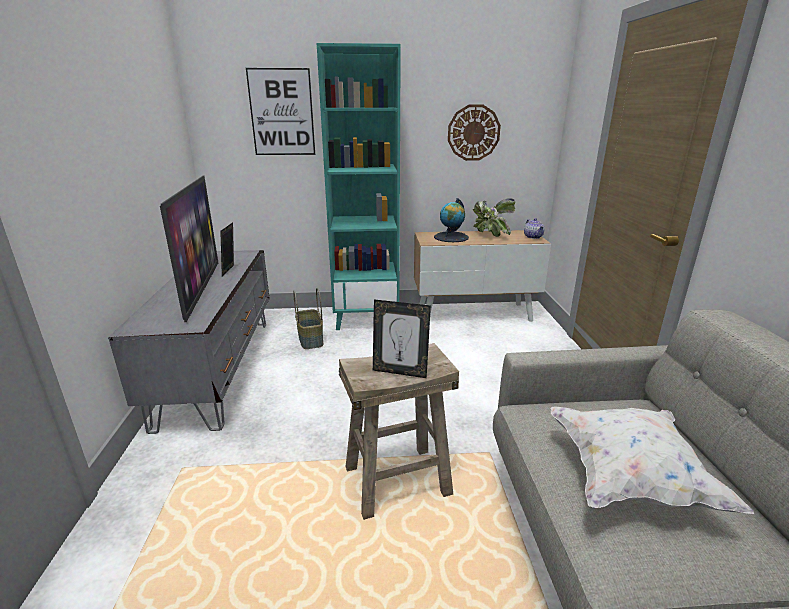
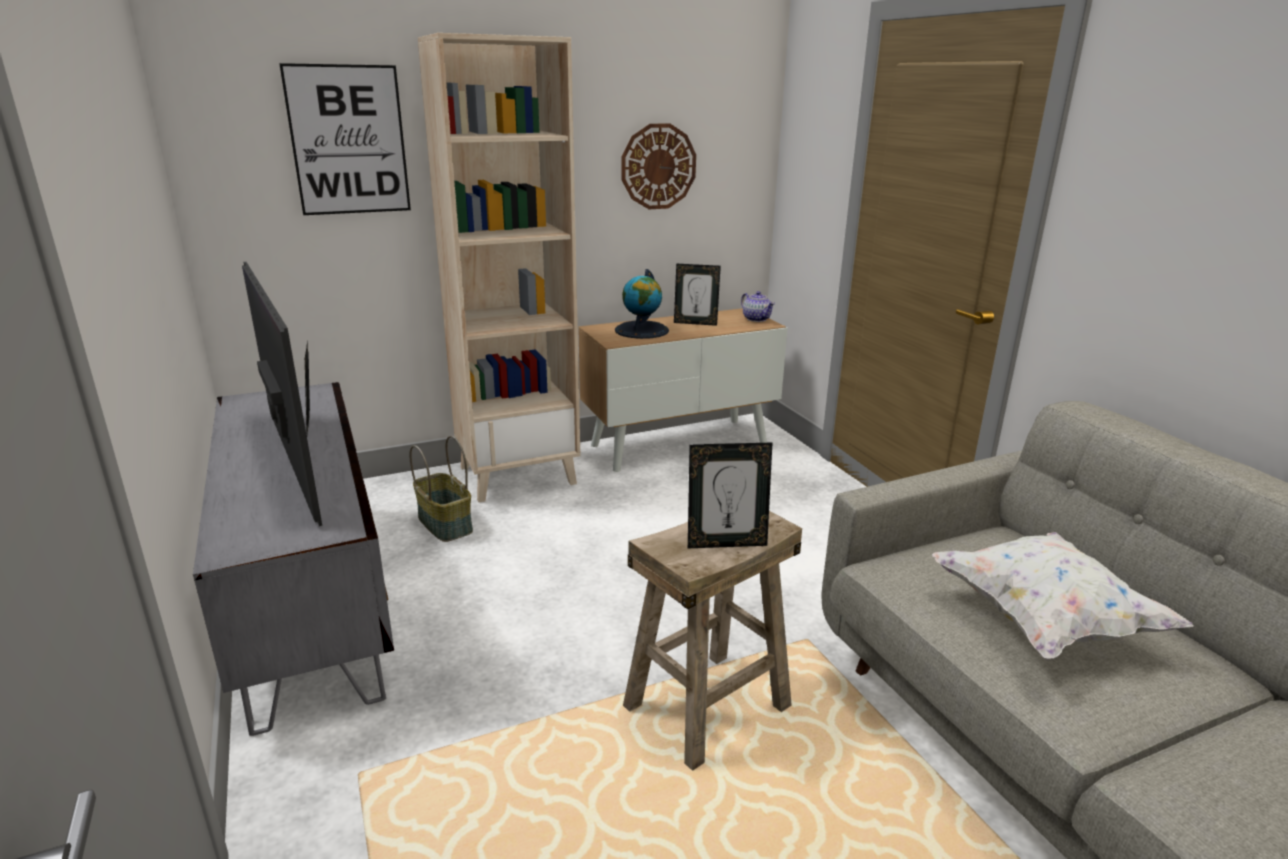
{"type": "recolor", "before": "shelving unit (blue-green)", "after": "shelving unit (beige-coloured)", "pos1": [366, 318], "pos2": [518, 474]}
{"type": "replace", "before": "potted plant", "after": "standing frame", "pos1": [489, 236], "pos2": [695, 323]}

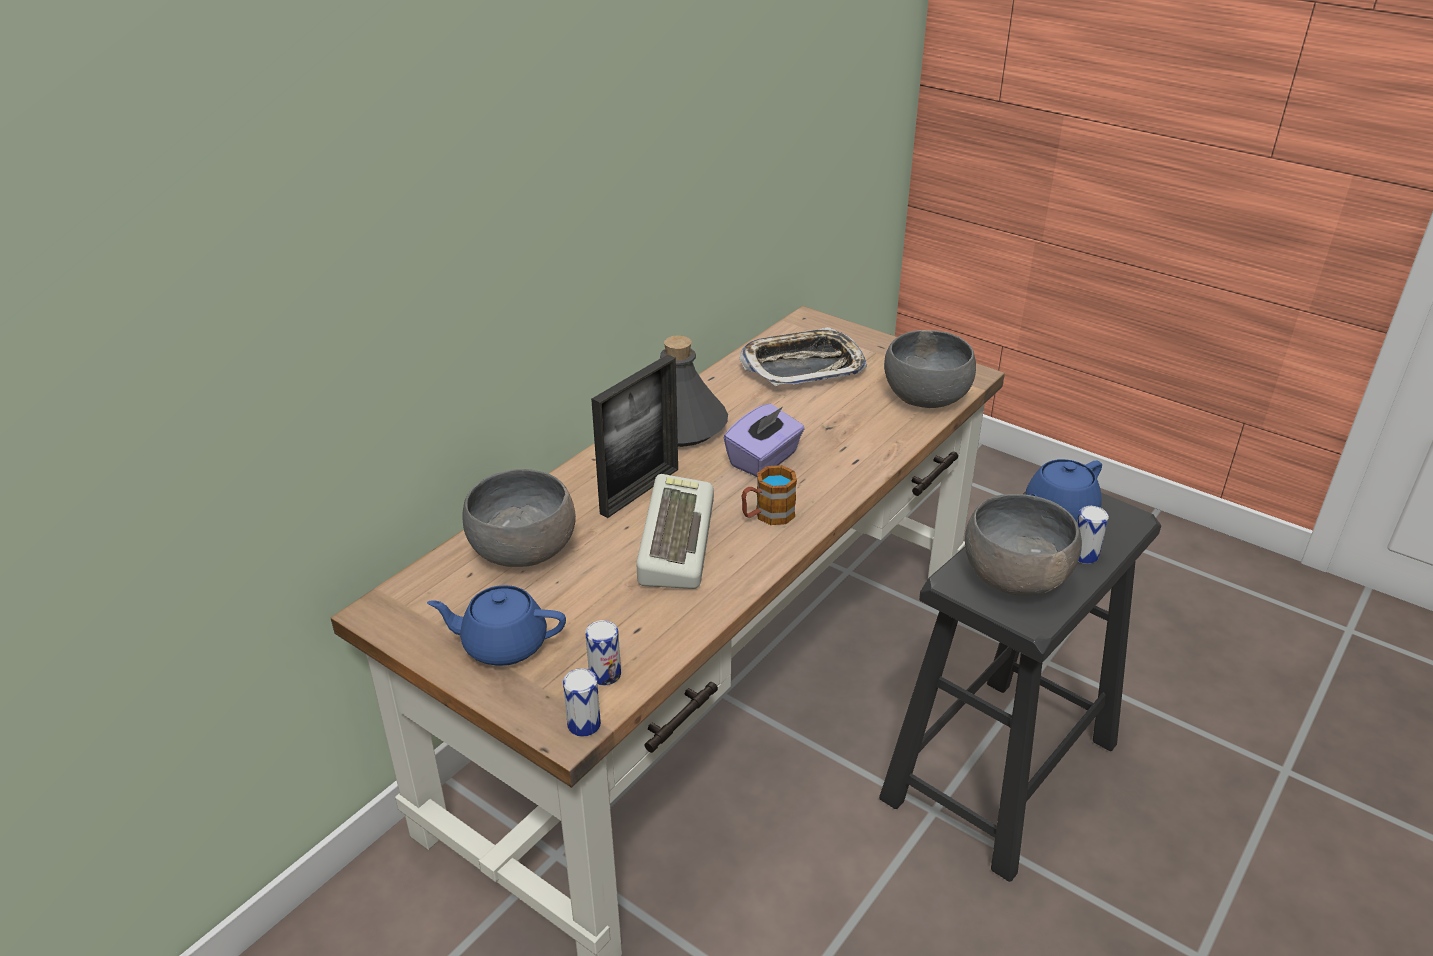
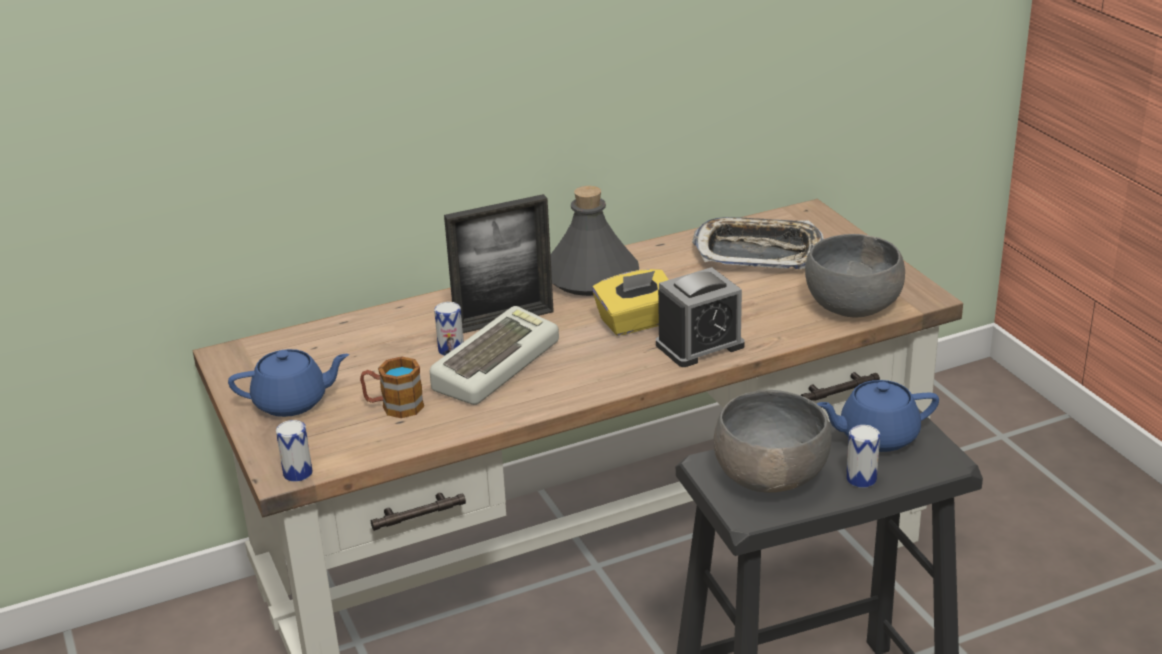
{"type": "rotate", "before": "pot for tea (bluish)", "pos1": [503, 644], "pos2": [292, 402], "turn": 135}
{"type": "delete", "before": "bowl (greyish)", "pos1": [523, 550]}
{"type": "move", "before": "sealed can", "pos1": [605, 674], "pos2": [451, 350]}
{"type": "recolor", "before": "tissue box (purple-coloured)", "after": "tissue box (yellow)", "pos1": [764, 460], "pos2": [637, 322]}
{"type": "move", "before": "mug", "pos1": [767, 515], "pos2": [394, 406]}
{"type": "insert", "after": "alarm clock", "pos2": [699, 345]}

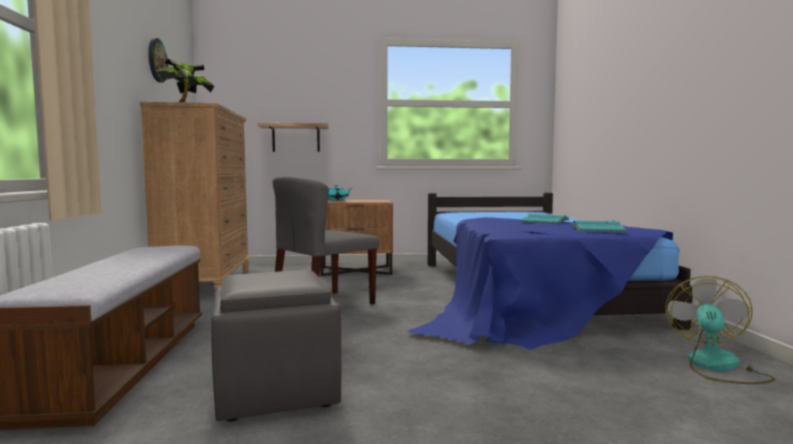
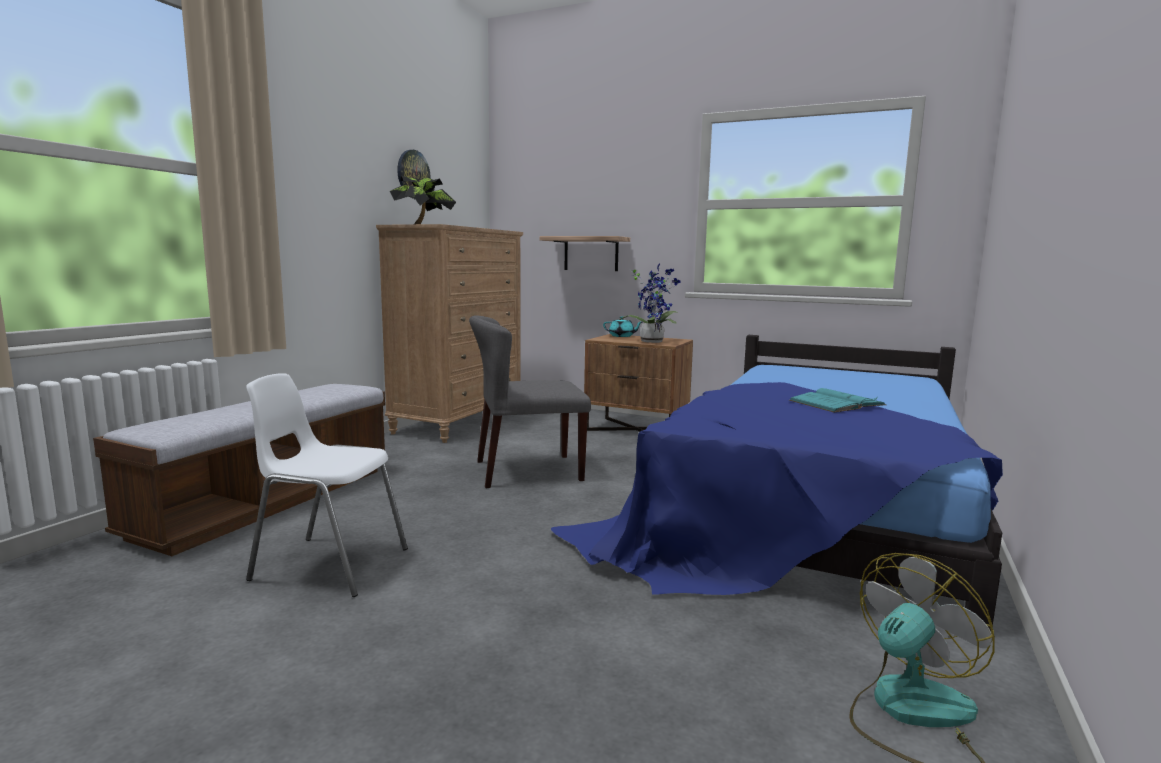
{"type": "replace", "before": "footrest (greyish)", "after": "plain chair (white)", "pos1": [274, 391], "pos2": [329, 564]}
{"type": "delete", "before": "book (blue-green)", "pos1": [597, 228]}
{"type": "insert", "after": "potted plant", "pos2": [653, 341]}

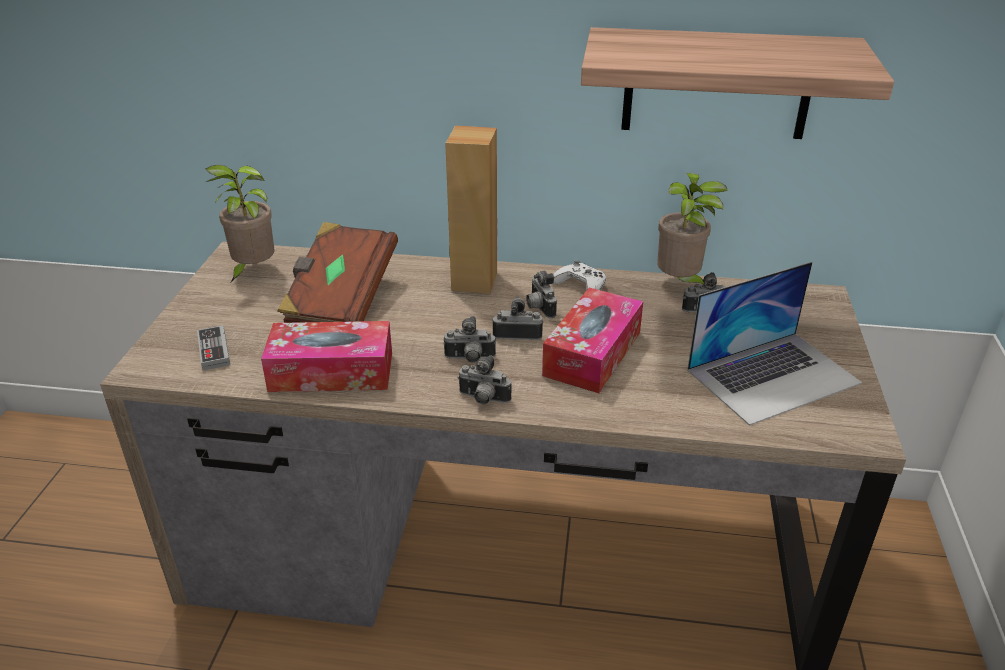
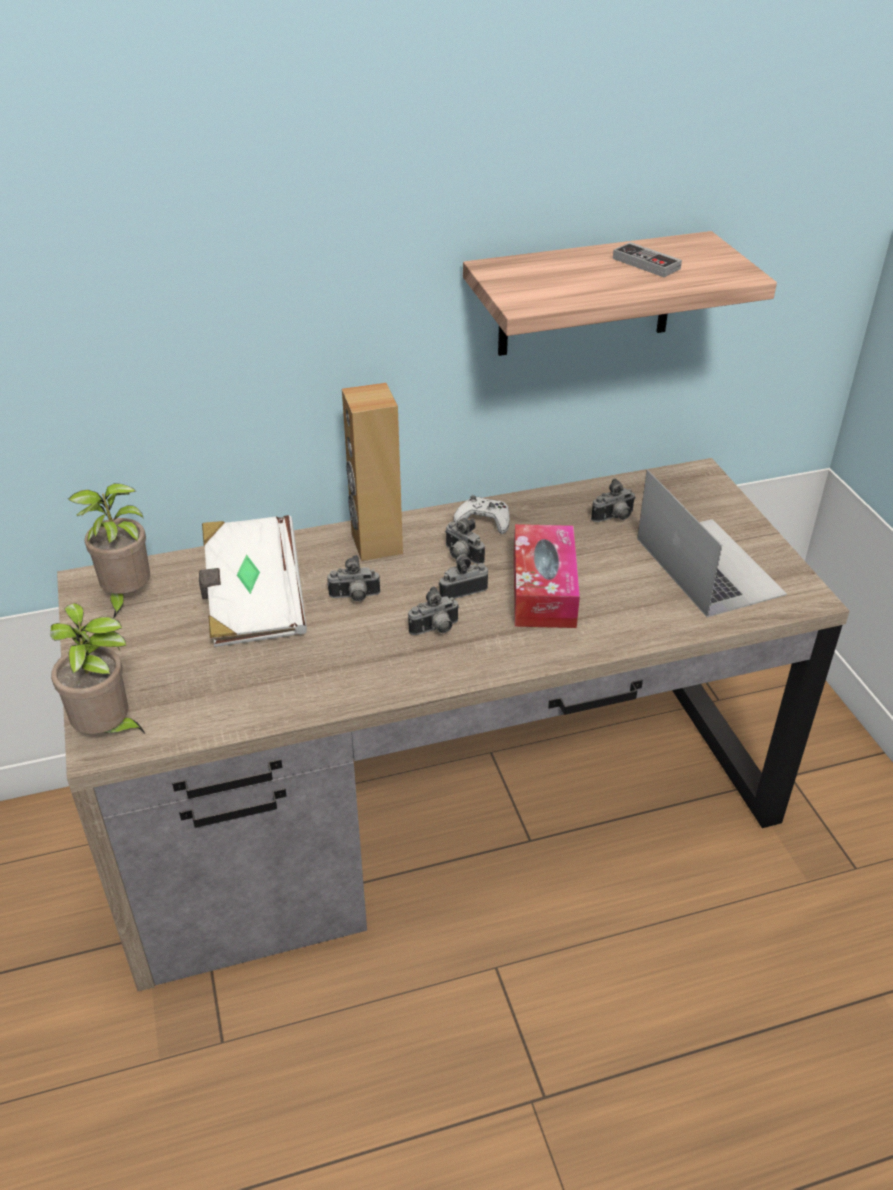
{"type": "move", "before": "game controller", "pos1": [214, 350], "pos2": [646, 264]}
{"type": "delete", "before": "tissue box", "pos1": [331, 372]}
{"type": "recolor", "before": "book (brownish)", "after": "book (white)", "pos1": [340, 298], "pos2": [253, 602]}
{"type": "move", "before": "photo camera", "pos1": [483, 399], "pos2": [354, 597]}
{"type": "move", "before": "potted plant", "pos1": [680, 283], "pos2": [108, 732]}
{"type": "rotate", "before": "notebook computer", "pos1": [773, 376], "pos2": [708, 565], "turn": -60}

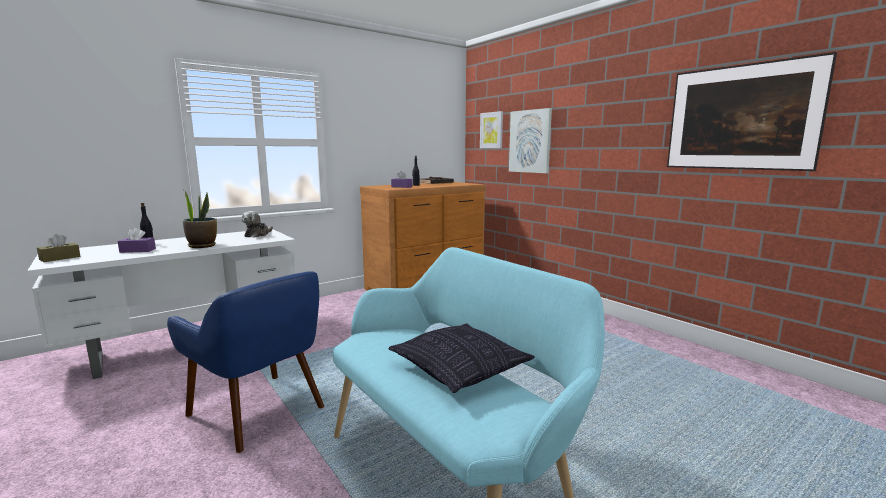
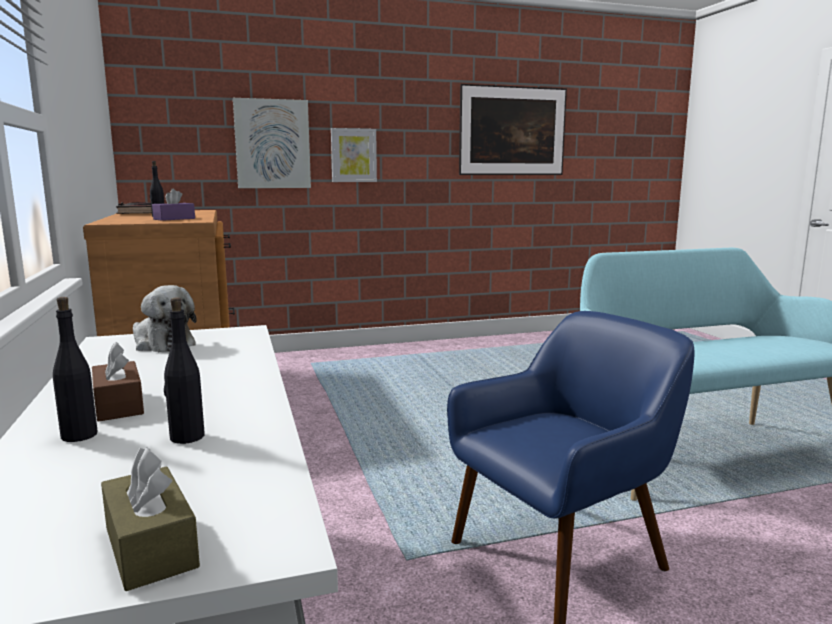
{"type": "replace", "before": "tissue box (purple-coloured)", "after": "drink bottle (black)", "pos1": [138, 250], "pos2": [186, 437]}
{"type": "delete", "before": "potted plant", "pos1": [202, 246]}
{"type": "delete", "before": "cushion", "pos1": [460, 371]}
{"type": "move", "before": "wall art", "pos1": [491, 130], "pos2": [353, 155]}
{"type": "insert", "after": "tissue box (brownish)", "pos2": [118, 405]}

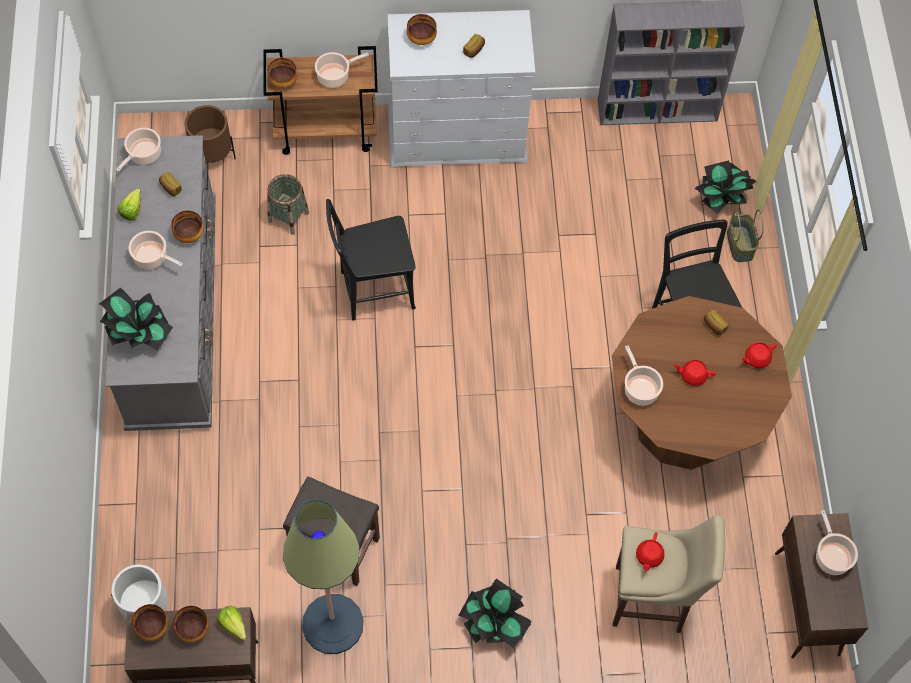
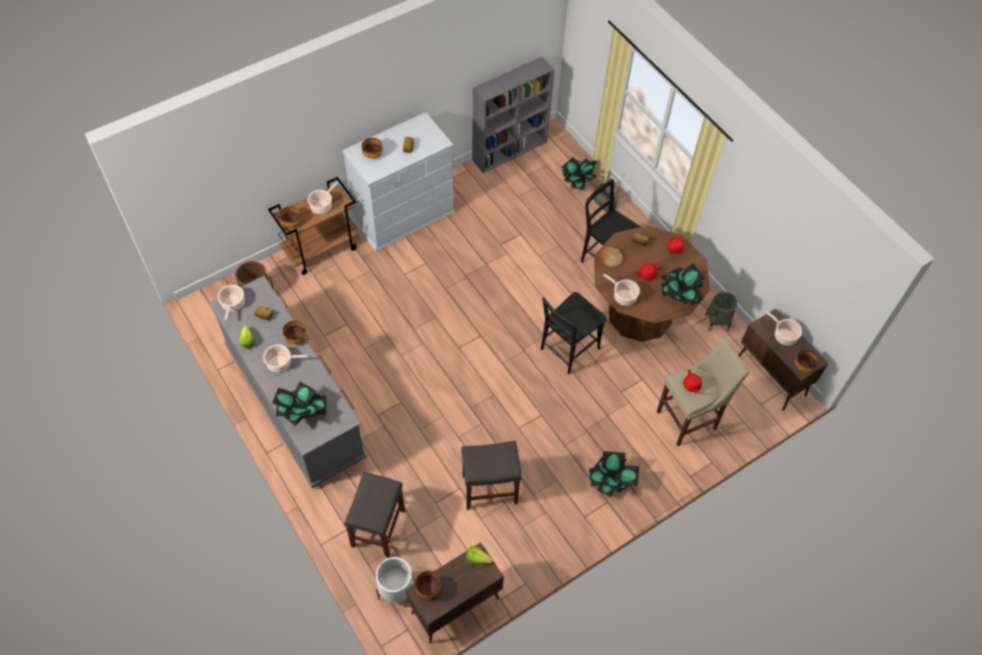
{"type": "move", "before": "bowl", "pos1": [193, 630], "pos2": [803, 367]}
{"type": "move", "before": "storage basket", "pos1": [288, 217], "pos2": [717, 322]}
{"type": "delete", "before": "standard lamp", "pos1": [332, 624]}
{"type": "move", "before": "plain chair (black)", "pos1": [372, 290], "pos2": [567, 350]}
{"type": "insert", "after": "stool (greyish)", "pos2": [378, 529]}
{"type": "insert", "after": "bakery bread", "pos2": [610, 258]}
{"type": "insert", "after": "potted plant", "pos2": [679, 295]}

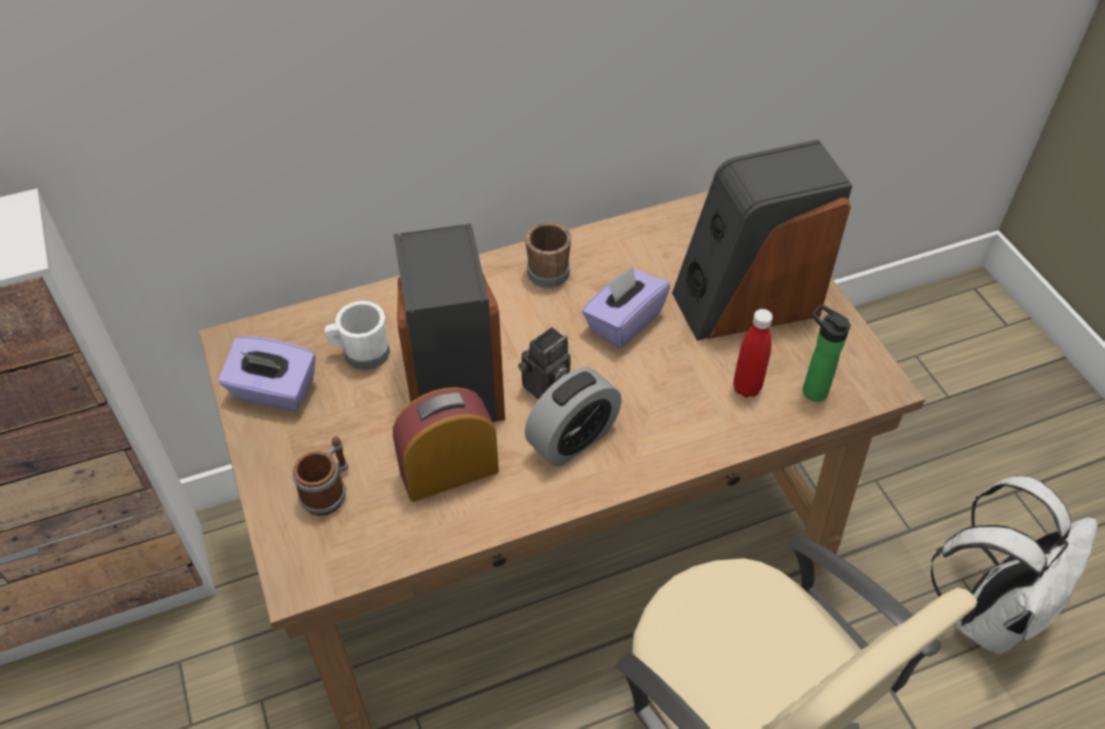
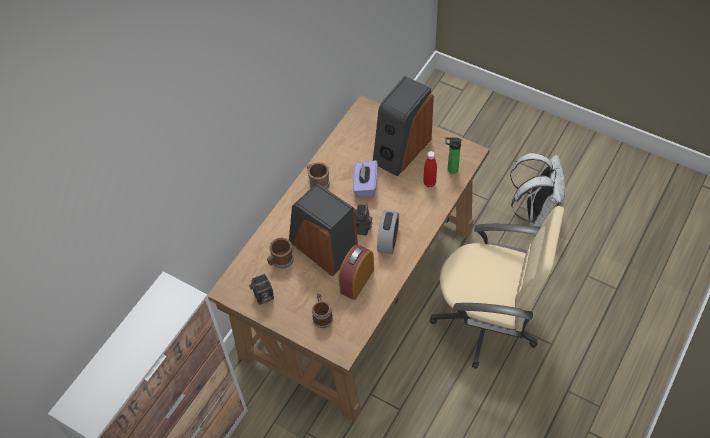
{"type": "replace", "before": "tissue box (purple-coloured)", "after": "photo camera", "pos1": [274, 391], "pos2": [263, 297]}
{"type": "recolor", "before": "mug (white)", "after": "mug (brownish)", "pos1": [361, 353], "pos2": [281, 261]}

